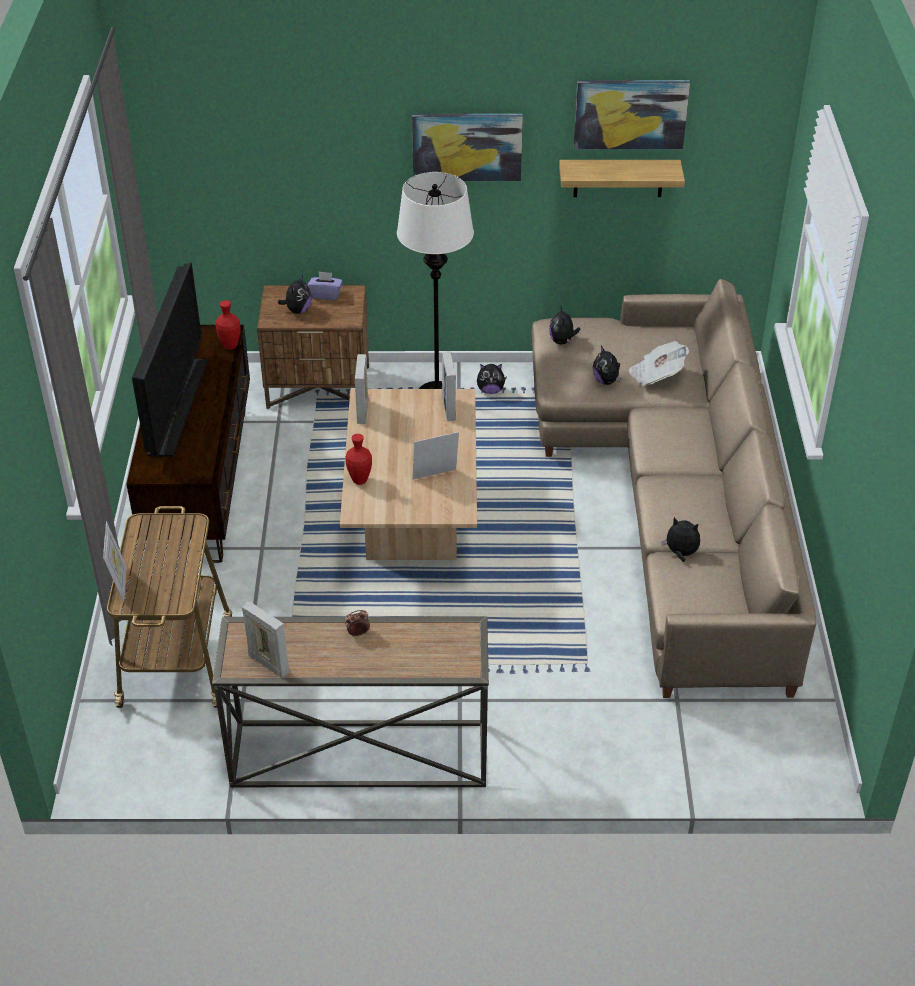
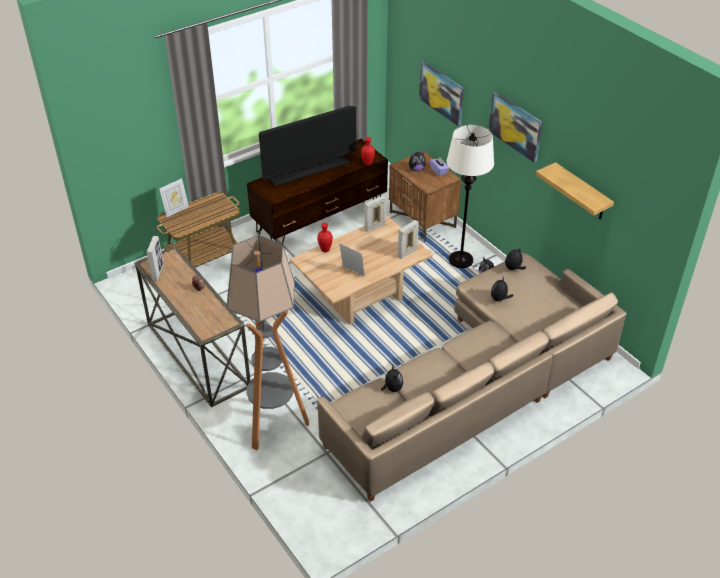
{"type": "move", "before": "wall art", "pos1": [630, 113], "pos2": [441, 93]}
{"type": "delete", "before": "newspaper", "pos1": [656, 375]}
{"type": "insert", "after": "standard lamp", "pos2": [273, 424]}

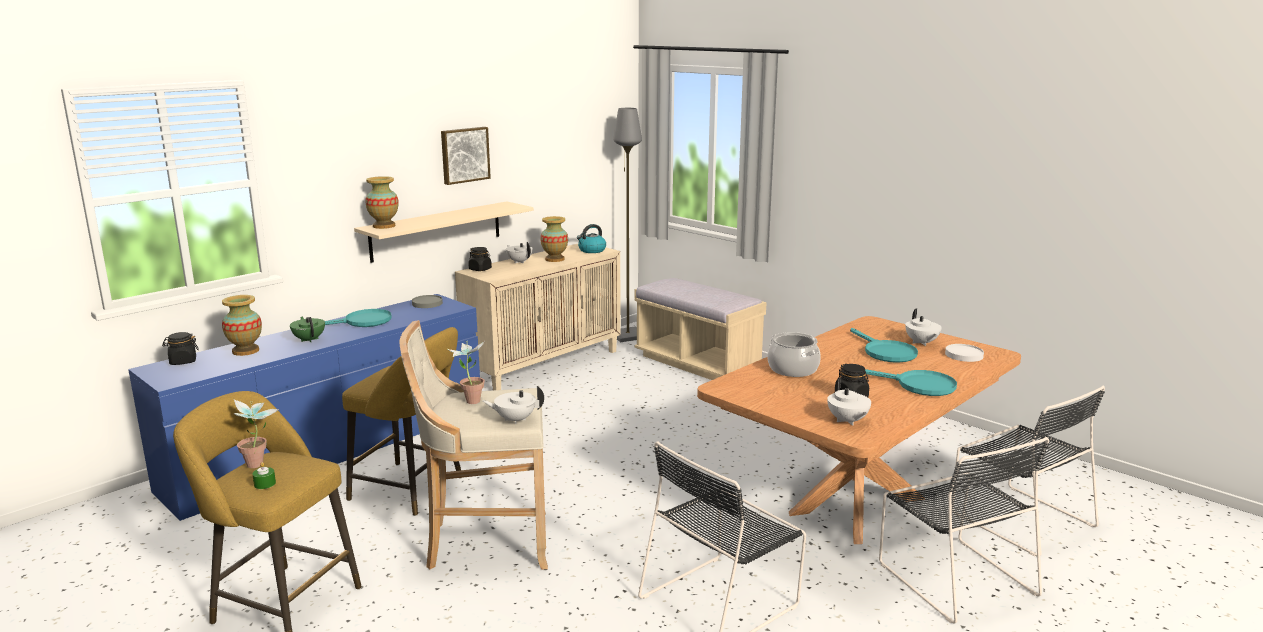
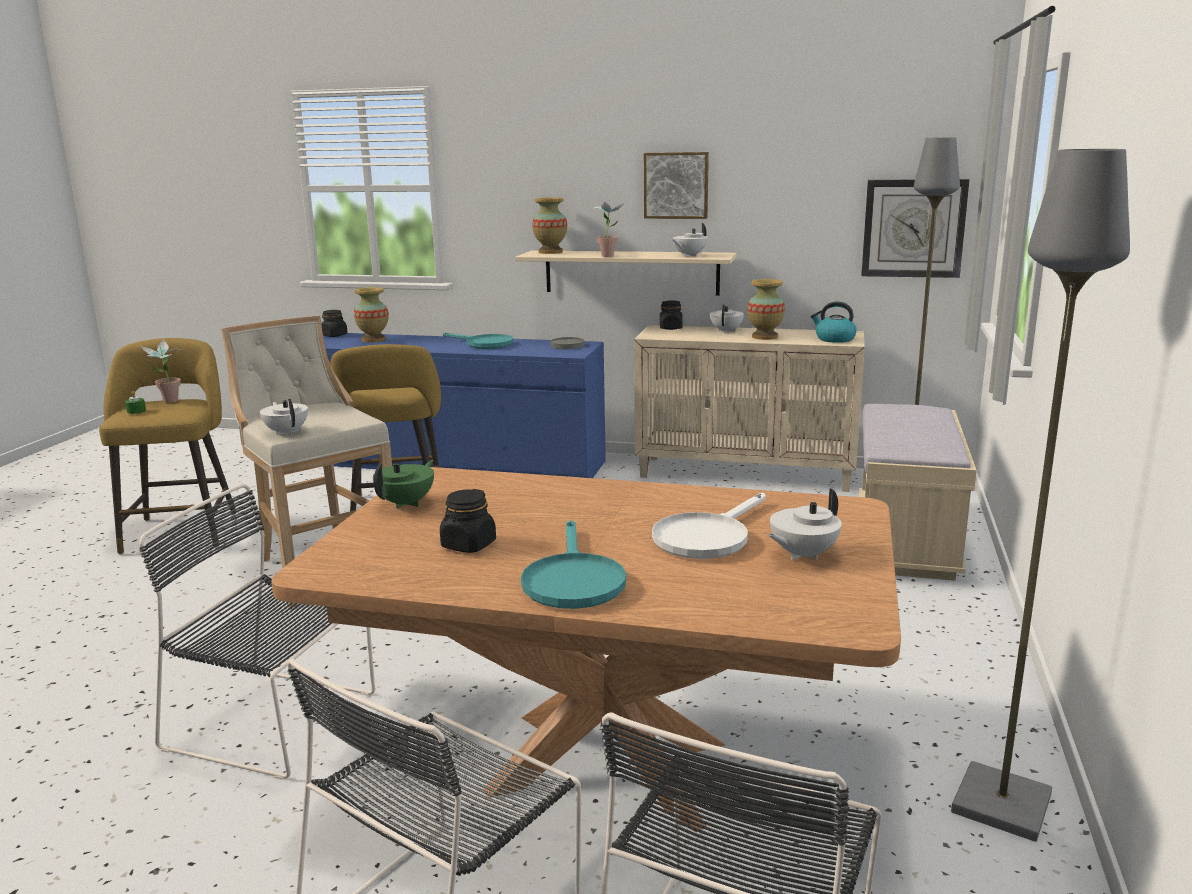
{"type": "move", "before": "pot for tea (greenish)", "pos1": [309, 339], "pos2": [407, 503]}
{"type": "move", "before": "potted plant", "pos1": [470, 399], "pos2": [609, 255]}
{"type": "delete", "before": "stockpot", "pos1": [793, 369]}
{"type": "move", "before": "pot for tea (white)", "pos1": [847, 421], "pos2": [689, 255]}
{"type": "recolor", "before": "skillet (blue-green)", "after": "skillet (white)", "pos1": [885, 352], "pos2": [707, 537]}
{"type": "delete", "before": "flat dish (white)", "pos1": [964, 355]}
{"type": "insert", "after": "wall clock", "pos2": [913, 228]}
{"type": "insert", "after": "standard lamp (greyish)", "pos2": [1003, 805]}

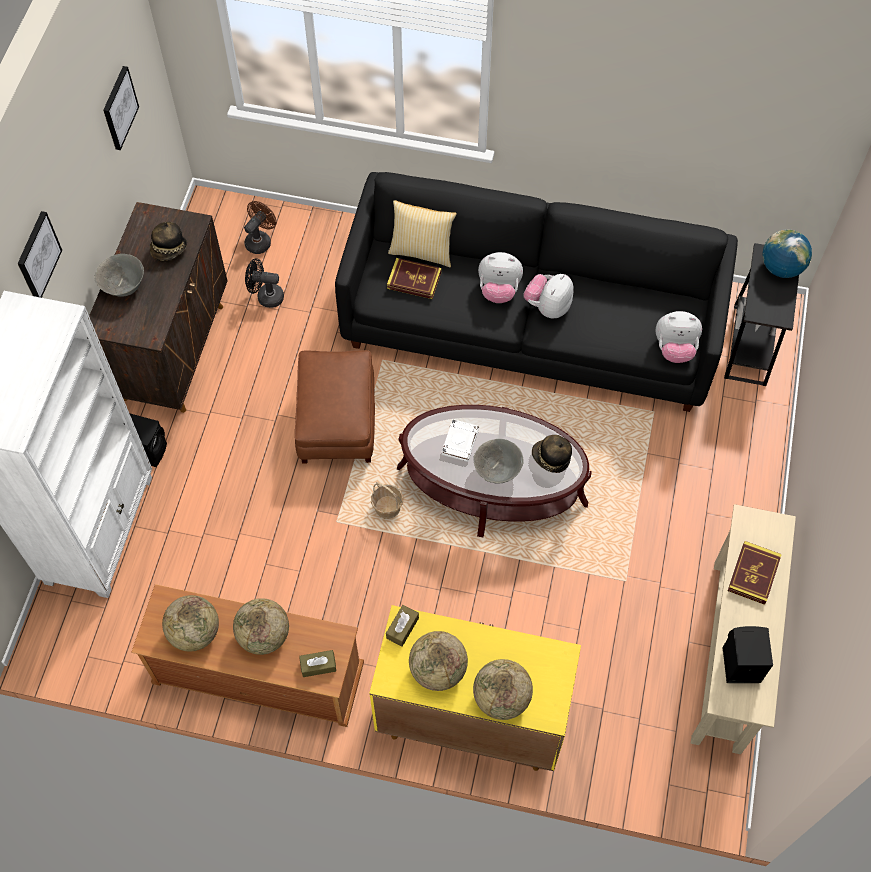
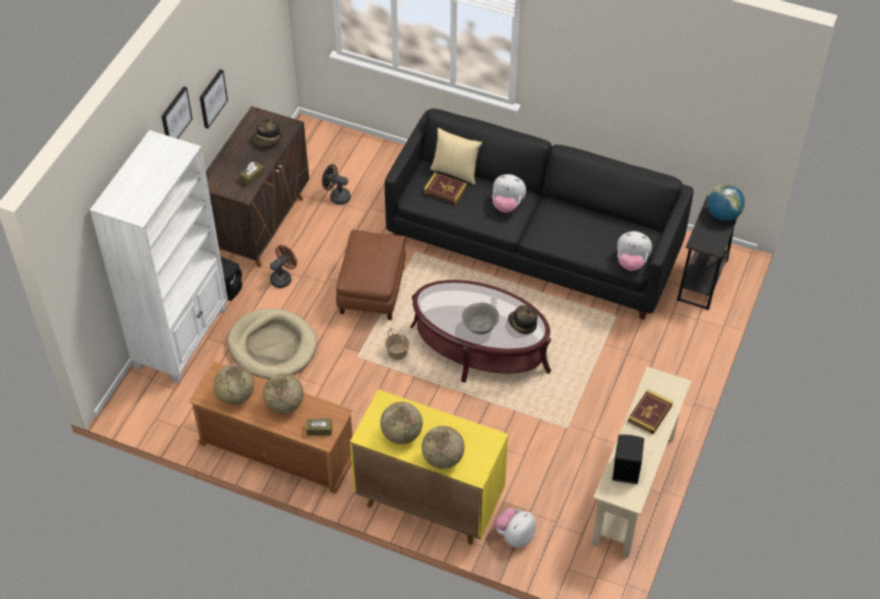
{"type": "delete", "before": "bowl (greyish)", "pos1": [124, 287]}
{"type": "move", "before": "wall art", "pos1": [119, 108], "pos2": [212, 98]}
{"type": "move", "before": "cooling fan (brownish)", "pos1": [260, 240], "pos2": [283, 278]}
{"type": "move", "before": "tissue box (brownish)", "pos1": [402, 628], "pos2": [252, 176]}
{"type": "delete", "before": "book (white)", "pos1": [460, 441]}
{"type": "move", "before": "cuddly toy", "pos1": [548, 307], "pos2": [514, 536]}
{"type": "insert", "after": "pet bed (beige-coloured)", "pos2": [272, 346]}

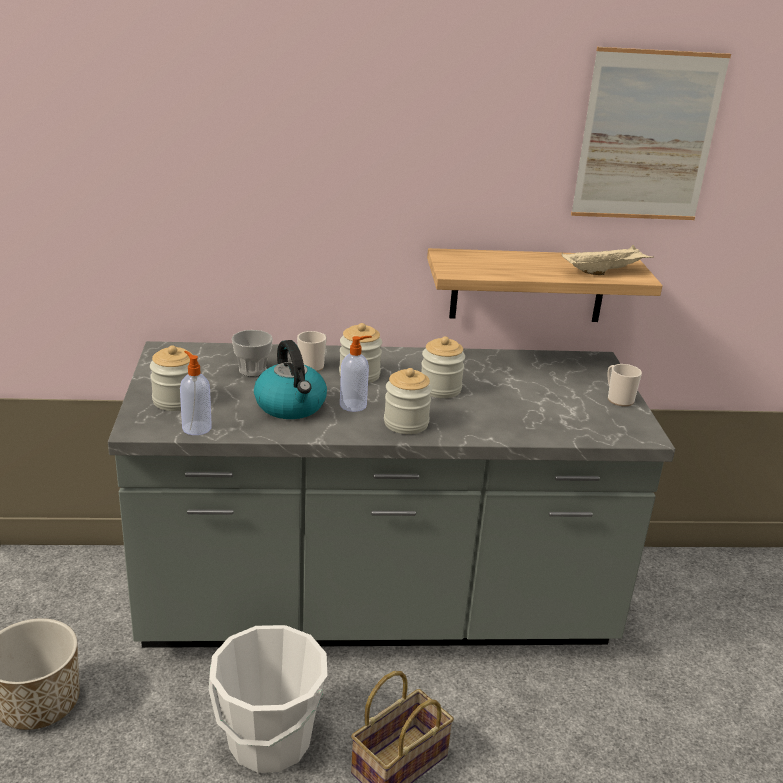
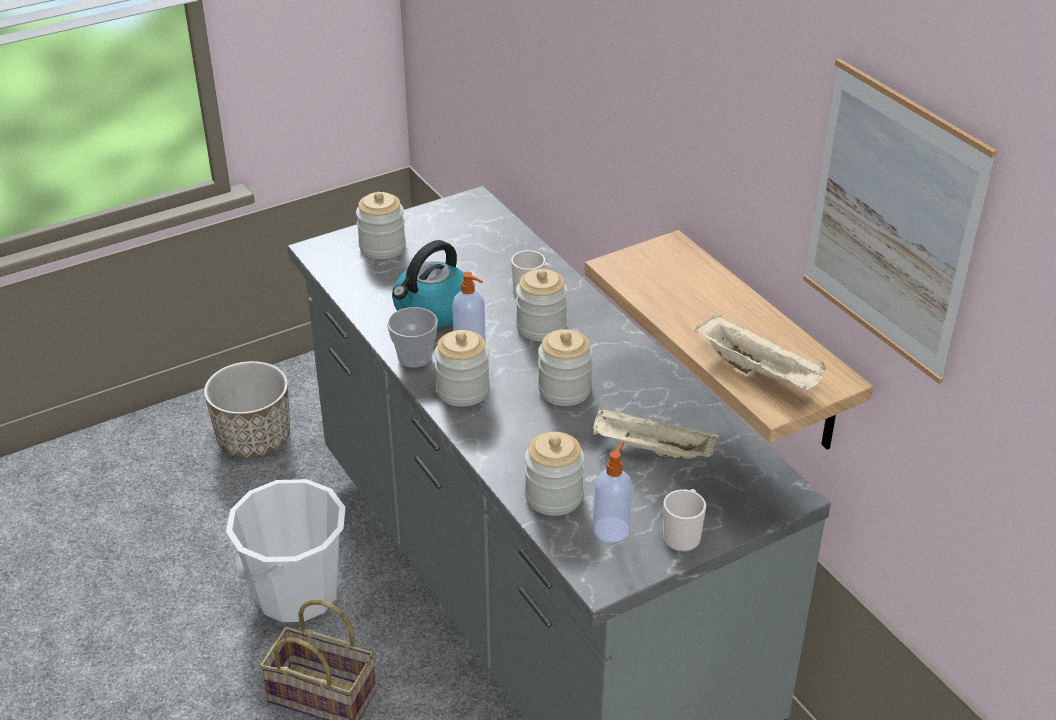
{"type": "move", "before": "liquid soap bottle", "pos1": [196, 427], "pos2": [611, 528]}
{"type": "move", "before": "cup", "pos1": [252, 370], "pos2": [414, 357]}
{"type": "insert", "after": "jar", "pos2": [553, 496]}
{"type": "insert", "after": "carrying tray (beige-coloured)", "pos2": [651, 450]}

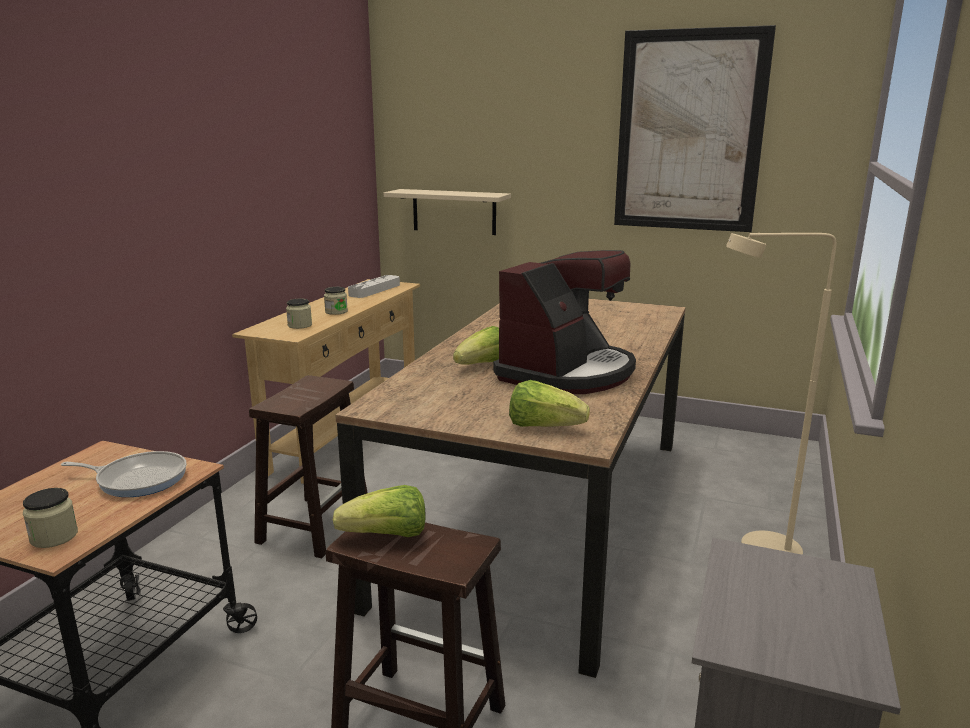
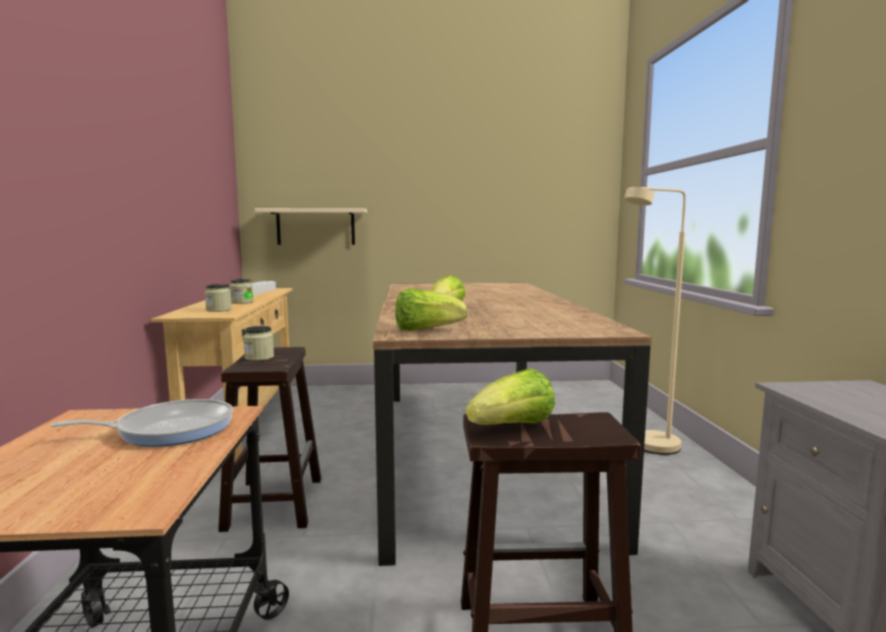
{"type": "move", "before": "jar", "pos1": [54, 537], "pos2": [259, 357]}
{"type": "delete", "before": "coffee machine", "pos1": [567, 373]}
{"type": "move", "before": "head of lettuce", "pos1": [544, 427], "pos2": [426, 330]}
{"type": "delete", "before": "wall art", "pos1": [689, 132]}

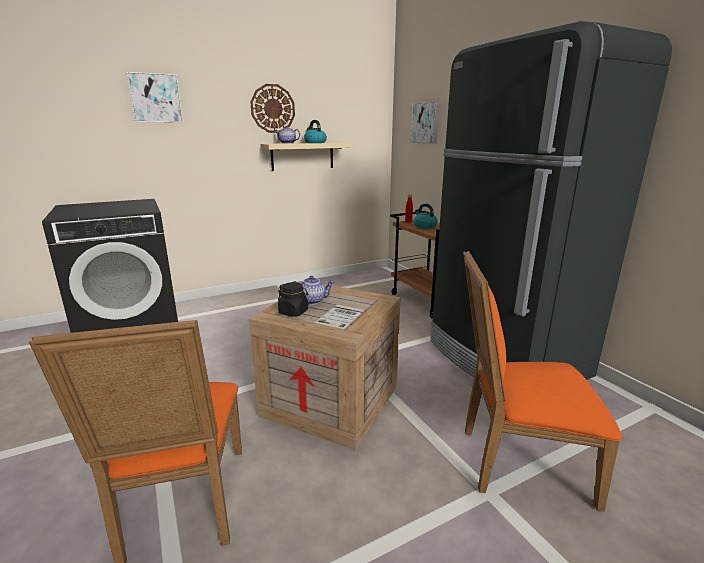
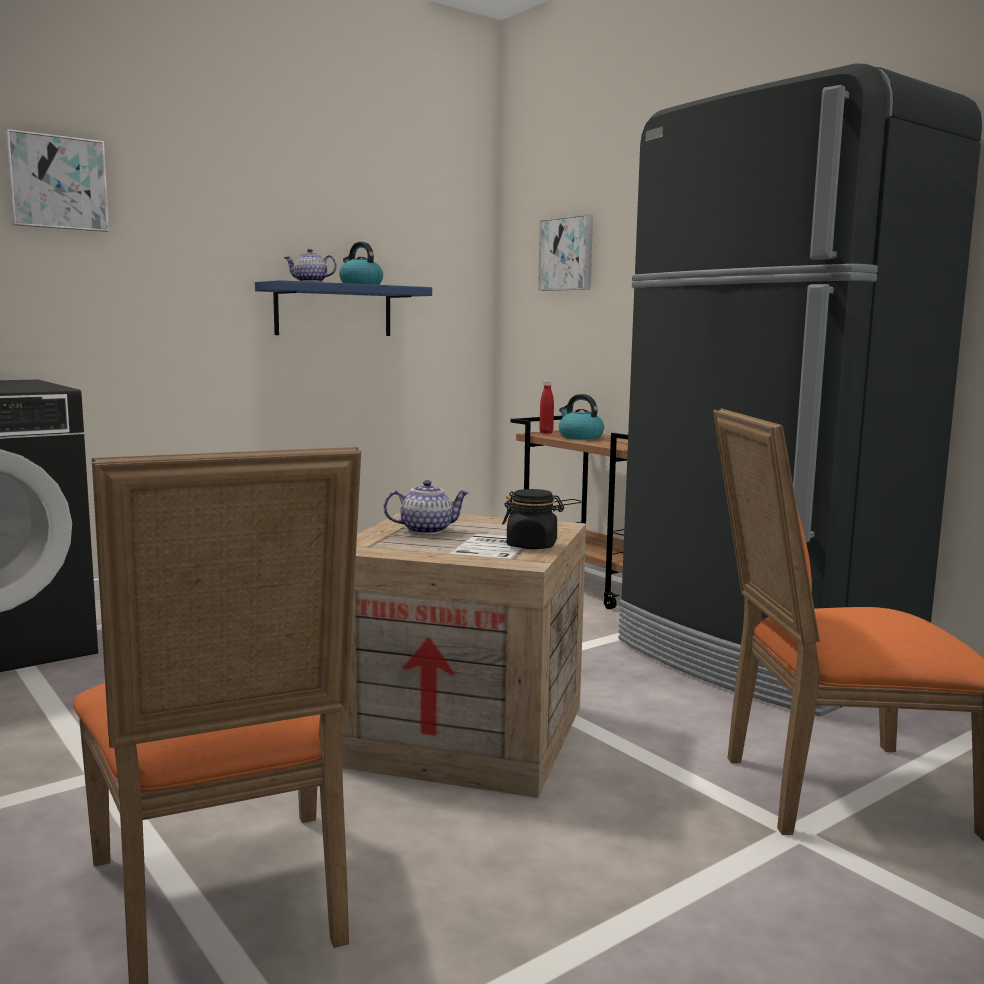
{"type": "delete", "before": "wall clock", "pos1": [273, 108]}
{"type": "recolor", "before": "wall shelf (beige-coloured)", "after": "wall shelf (bluish)", "pos1": [302, 156], "pos2": [334, 310]}
{"type": "move", "before": "jar (black)", "pos1": [293, 312], "pos2": [532, 545]}

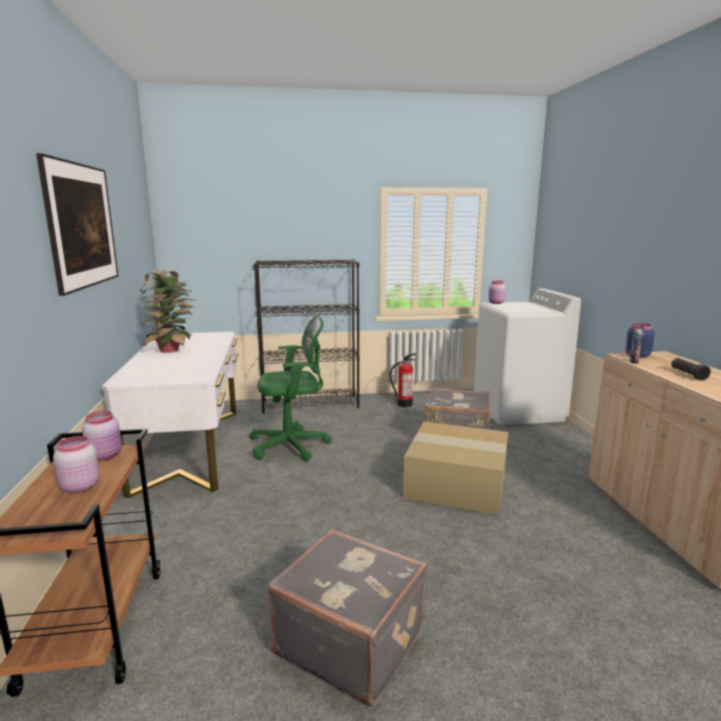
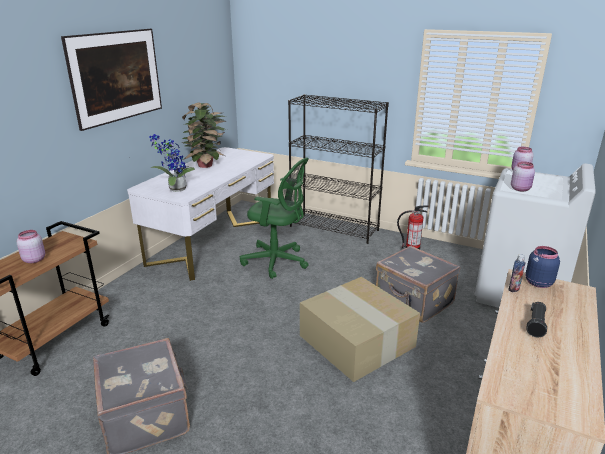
{"type": "move", "before": "jar (pinkish)", "pos1": [106, 455], "pos2": [520, 189]}
{"type": "insert", "after": "potted plant", "pos2": [175, 189]}

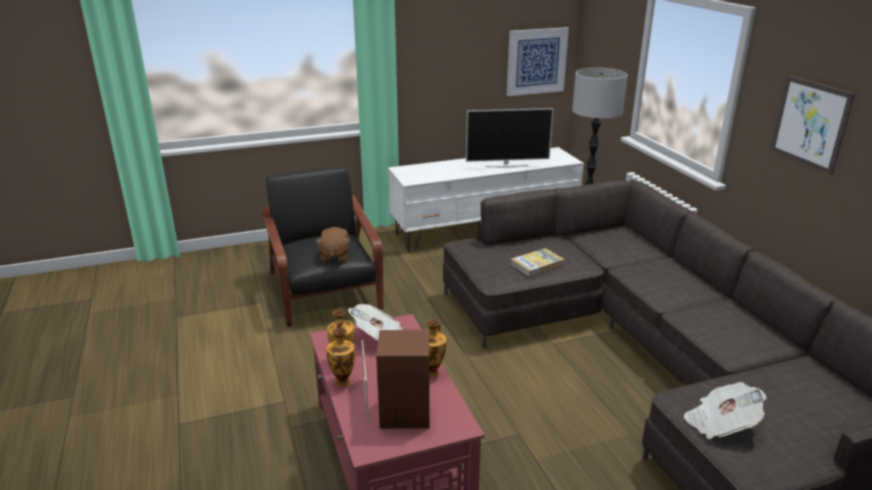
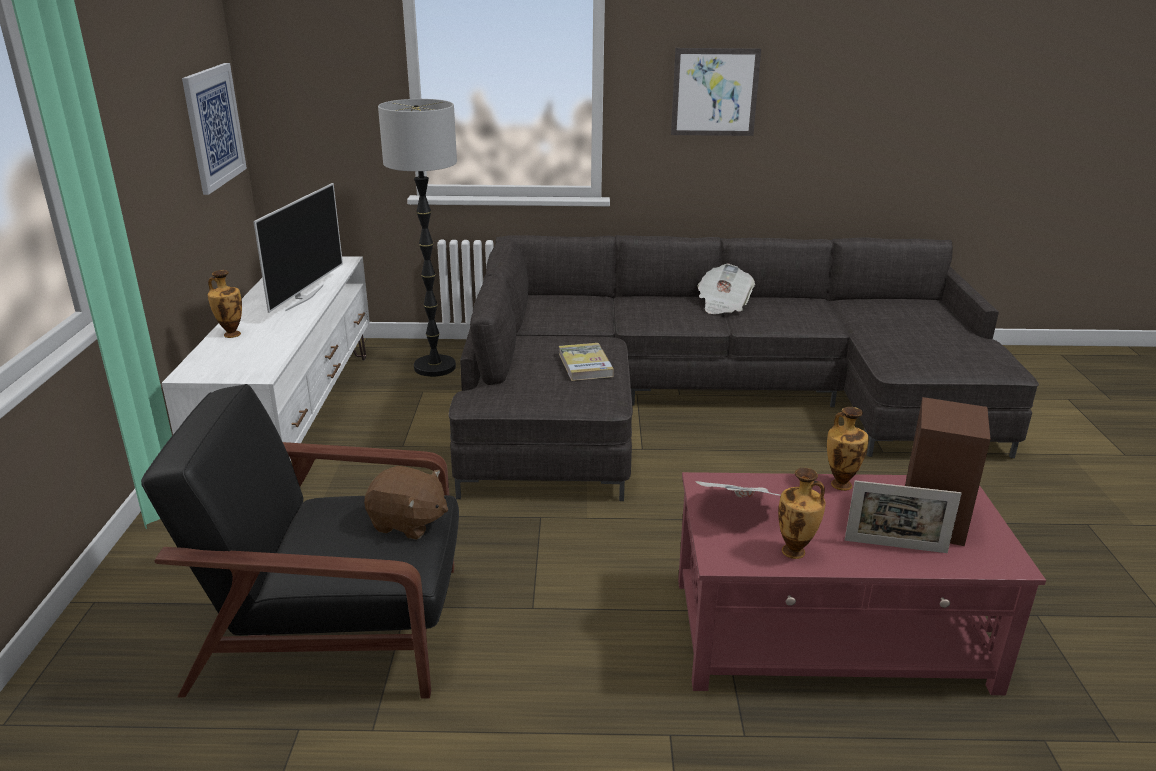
{"type": "move", "before": "flower vase", "pos1": [343, 381], "pos2": [231, 334]}
{"type": "move", "before": "newspaper", "pos1": [720, 424], "pos2": [723, 304]}

